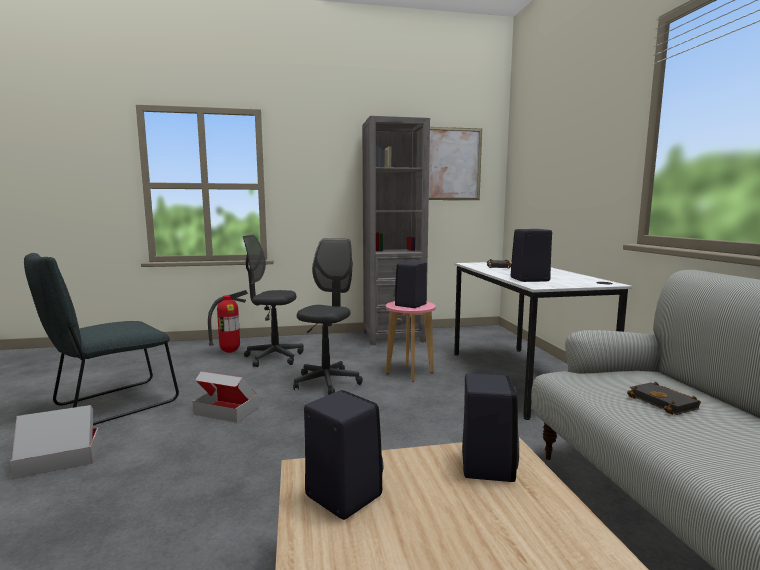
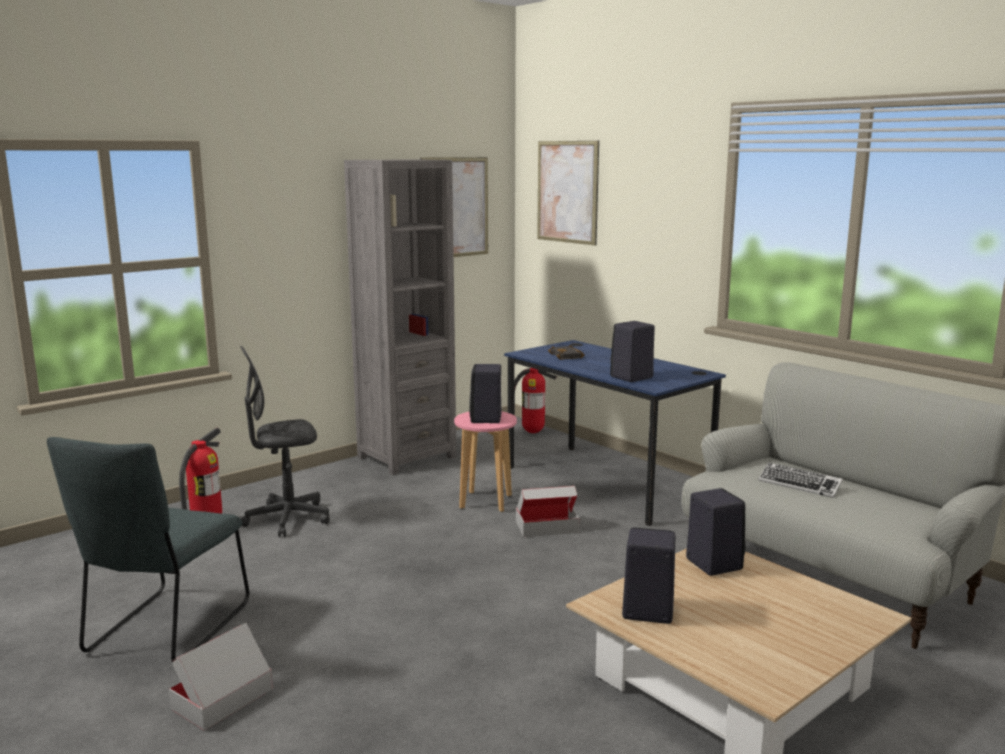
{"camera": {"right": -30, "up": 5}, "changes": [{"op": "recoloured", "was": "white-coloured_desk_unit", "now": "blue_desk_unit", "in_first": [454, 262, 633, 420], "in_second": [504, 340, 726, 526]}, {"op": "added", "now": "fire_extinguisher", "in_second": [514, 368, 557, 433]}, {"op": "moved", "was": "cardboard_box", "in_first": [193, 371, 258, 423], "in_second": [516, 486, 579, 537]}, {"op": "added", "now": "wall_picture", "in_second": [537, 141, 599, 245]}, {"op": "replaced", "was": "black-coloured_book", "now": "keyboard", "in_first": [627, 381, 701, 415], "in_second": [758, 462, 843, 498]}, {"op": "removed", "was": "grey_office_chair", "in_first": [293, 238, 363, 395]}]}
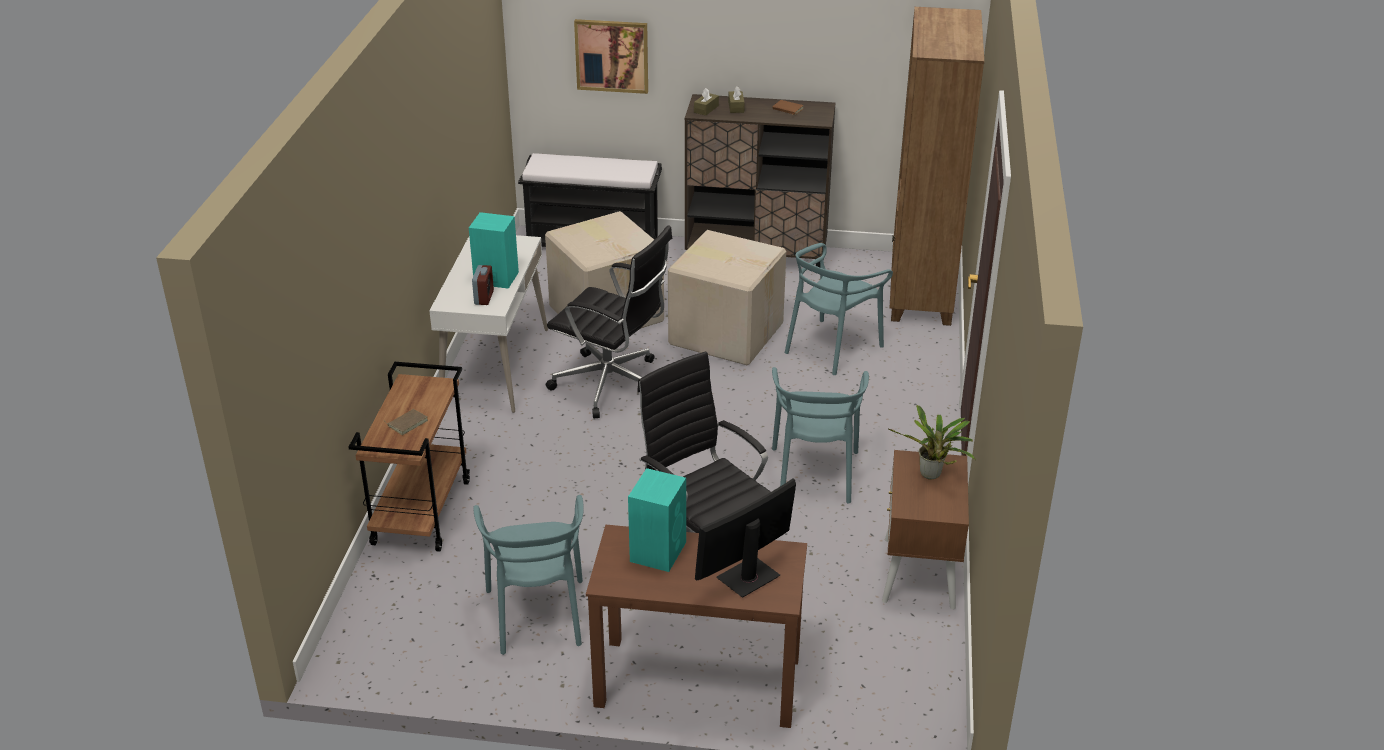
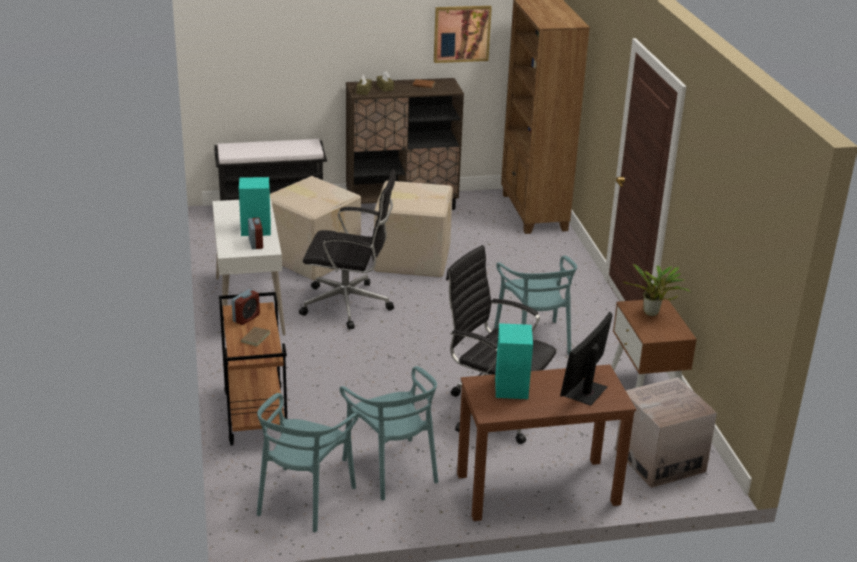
{"camera": {"right": -20, "up": -5}, "changes": [{"op": "added", "now": "bedside_clock", "in_second": [232, 289, 260, 325]}, {"op": "moved", "was": "turquoise-coloured_upright_chair", "in_first": [785, 243, 893, 375], "in_second": [257, 393, 359, 532]}, {"op": "moved", "was": "wall_picture", "in_first": [574, 19, 648, 94], "in_second": [434, 6, 492, 63]}, {"op": "added", "now": "cardboard_box", "in_second": [615, 377, 717, 488]}]}
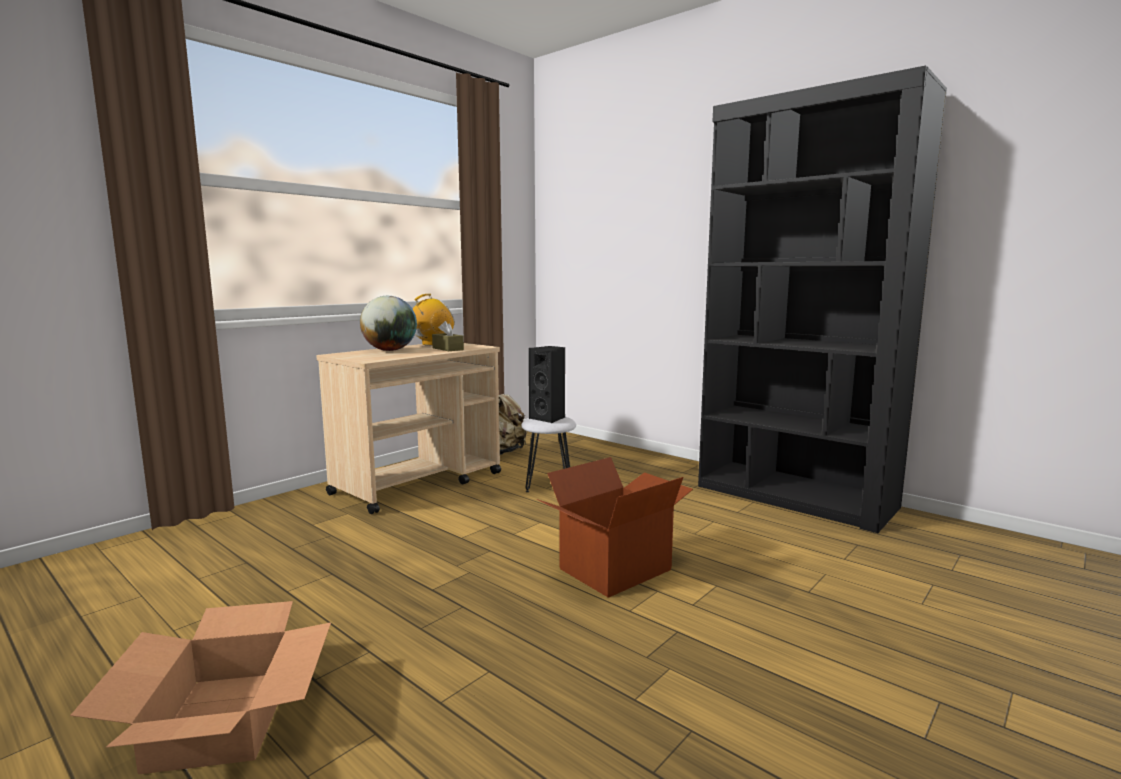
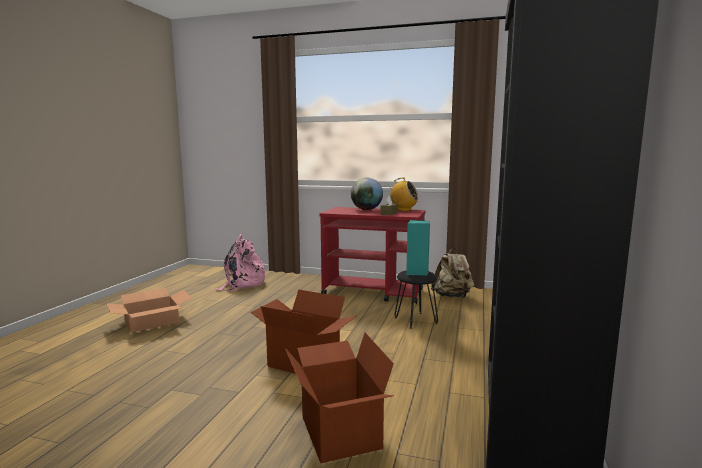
{"camera": {"right": 65, "up": 0}, "changes": [{"op": "added", "now": "pinkish_rucksack", "in_second": [215, 234, 266, 291]}, {"op": "added", "now": "cardboard_box", "in_second": [284, 333, 394, 464]}, {"op": "recoloured", "was": "sand-coloured_cart", "now": "reddish_cart", "in_first": [316, 343, 501, 514], "in_second": [319, 207, 426, 304]}, {"op": "recoloured", "was": "white-coloured_sitting_stool", "now": "black-coloured_sitting_stool", "in_first": [521, 417, 576, 492], "in_second": [394, 270, 438, 329]}, {"op": "recoloured", "was": "black-coloured_speaker", "now": "turquoise-coloured_speaker", "in_first": [529, 346, 565, 423], "in_second": [406, 220, 430, 275]}]}
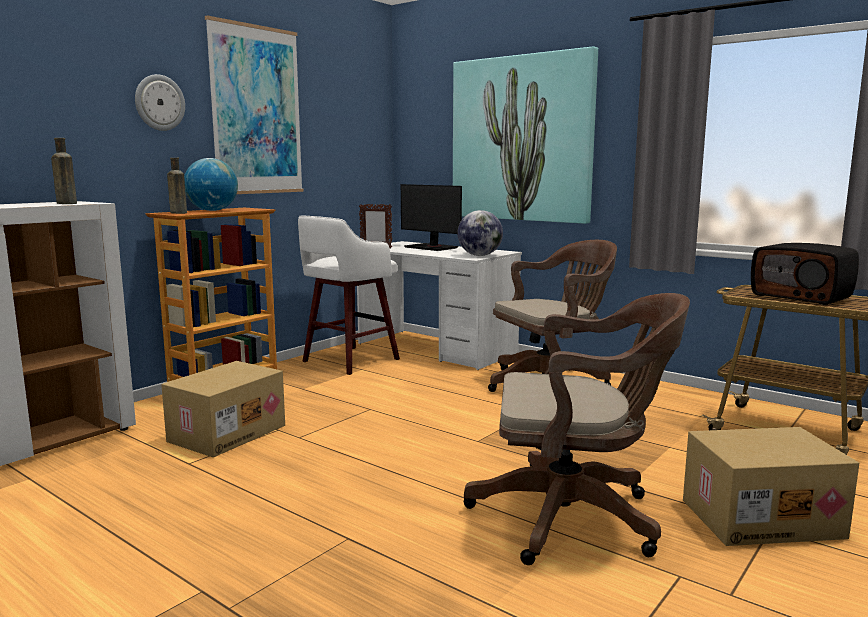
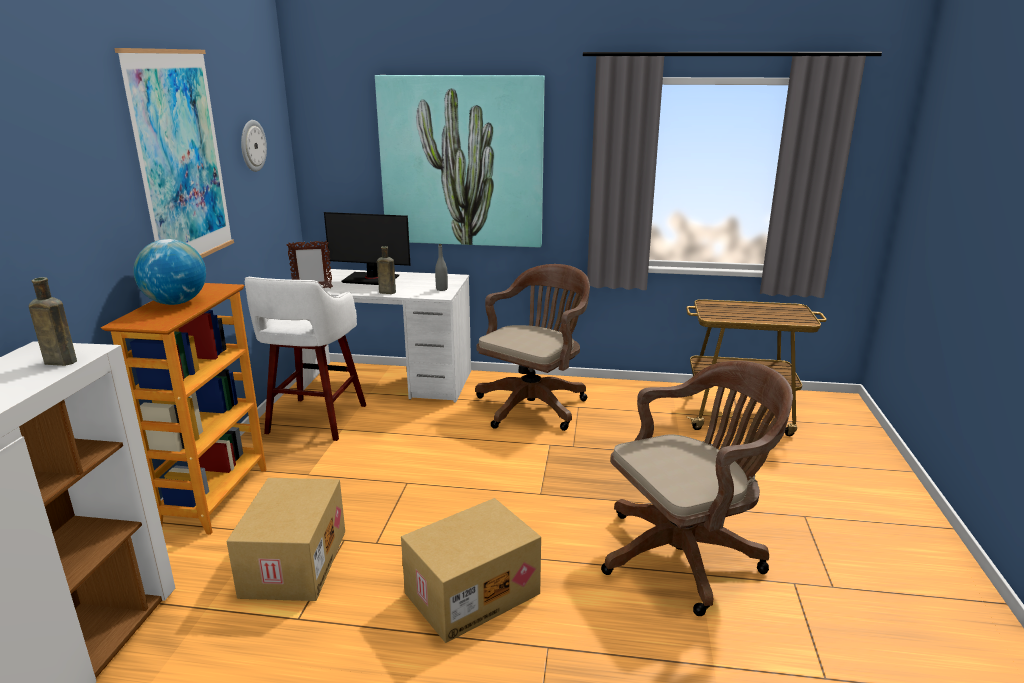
{"camera": {"right": -30, "up": 10}, "changes": [{"op": "moved", "was": "wall_clock", "in_first": [135, 74, 185, 131], "in_second": [241, 120, 267, 172]}, {"op": "moved", "was": "brown_drink_bottle", "in_first": [167, 158, 187, 214], "in_second": [377, 246, 396, 294]}, {"op": "moved", "was": "cardboard_box", "in_first": [683, 427, 859, 546], "in_second": [401, 498, 541, 643]}, {"op": "replaced", "was": "world_globe", "now": "grey_drink_bottle", "in_first": [457, 210, 503, 256], "in_second": [435, 244, 448, 291]}, {"op": "removed", "was": "radio_receiver", "in_first": [751, 243, 859, 305]}]}
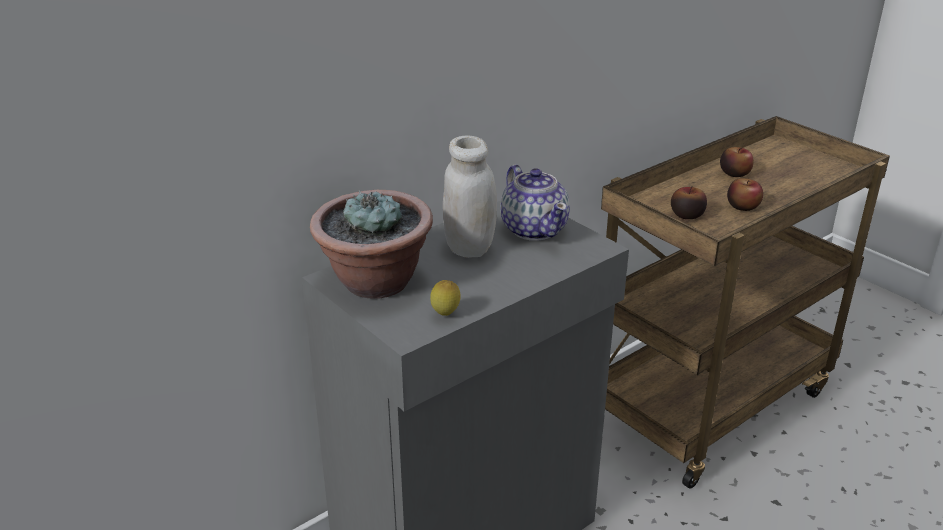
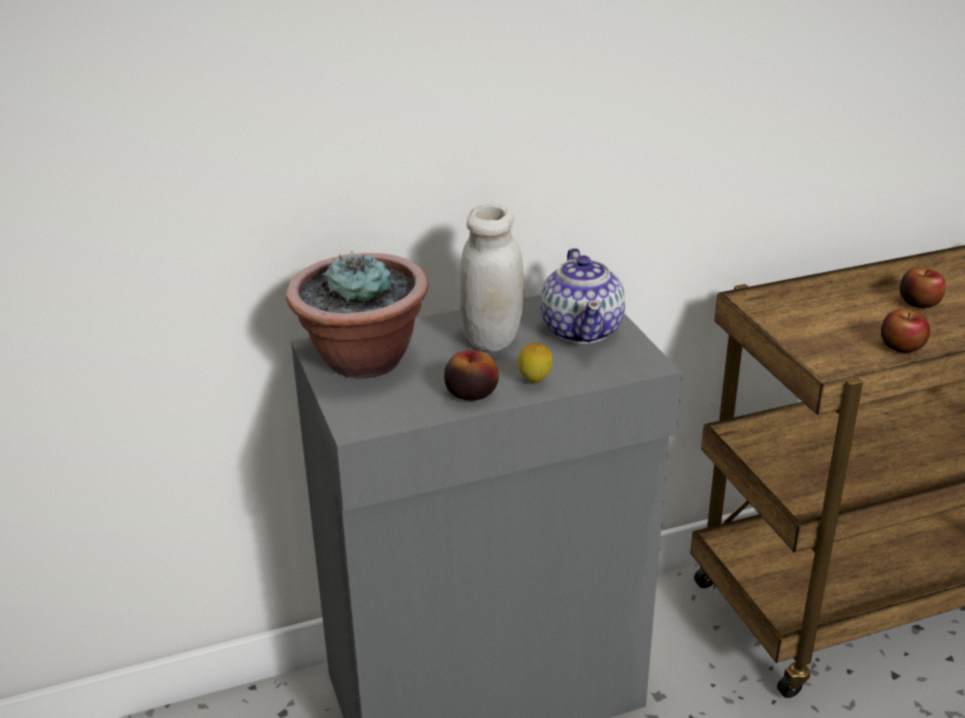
{"camera": {"right": 20, "up": 0}, "changes": [{"op": "moved", "was": "apple", "in_first": [671, 186, 707, 219], "in_second": [444, 350, 499, 401]}, {"op": "moved", "was": "citrus_fruit", "in_first": [430, 280, 461, 316], "in_second": [518, 342, 552, 383]}]}
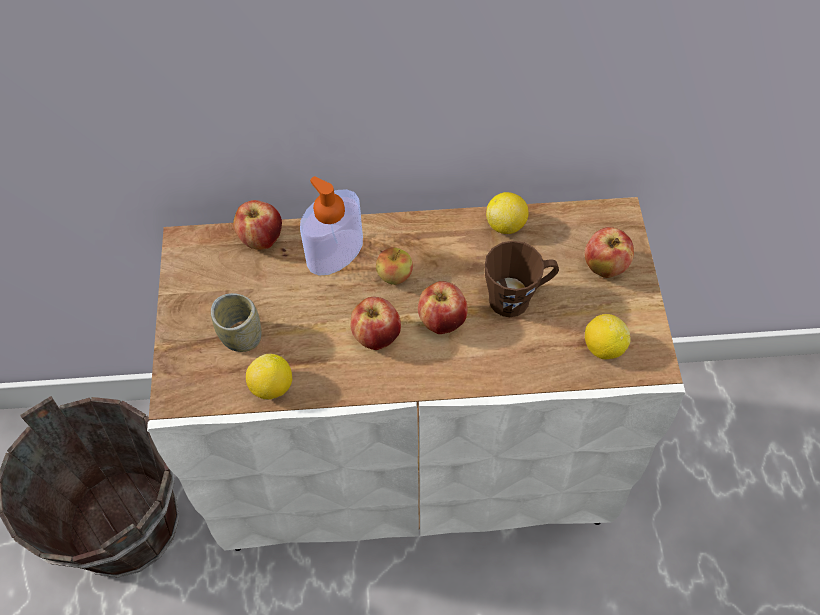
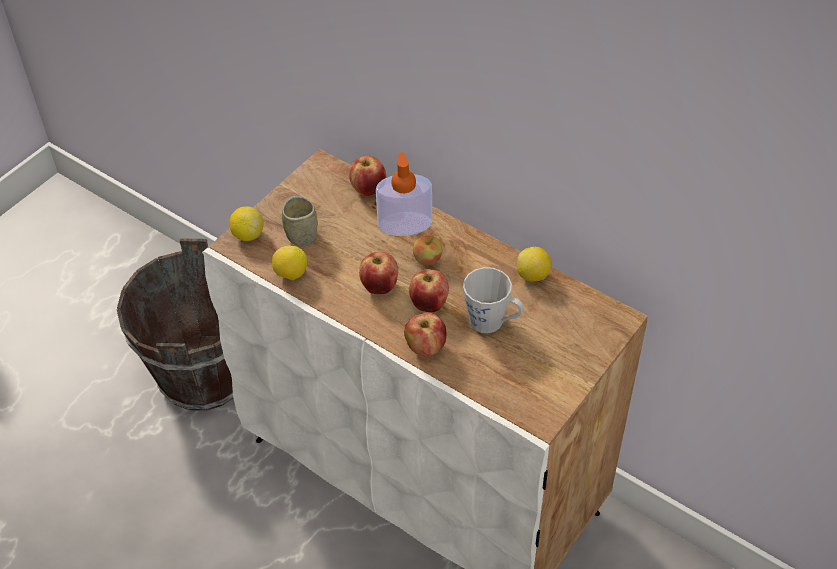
{"camera": {"right": 40, "up": -10}, "changes": [{"op": "moved", "was": "citrus_fruit", "in_first": [585, 314, 631, 359], "in_second": [230, 207, 264, 241]}, {"op": "moved", "was": "apple", "in_first": [585, 227, 634, 278], "in_second": [404, 313, 446, 357]}, {"op": "recoloured", "was": "brown_tea_mug", "now": "grey_tea_mug", "in_first": [484, 241, 559, 317], "in_second": [463, 267, 523, 333]}]}
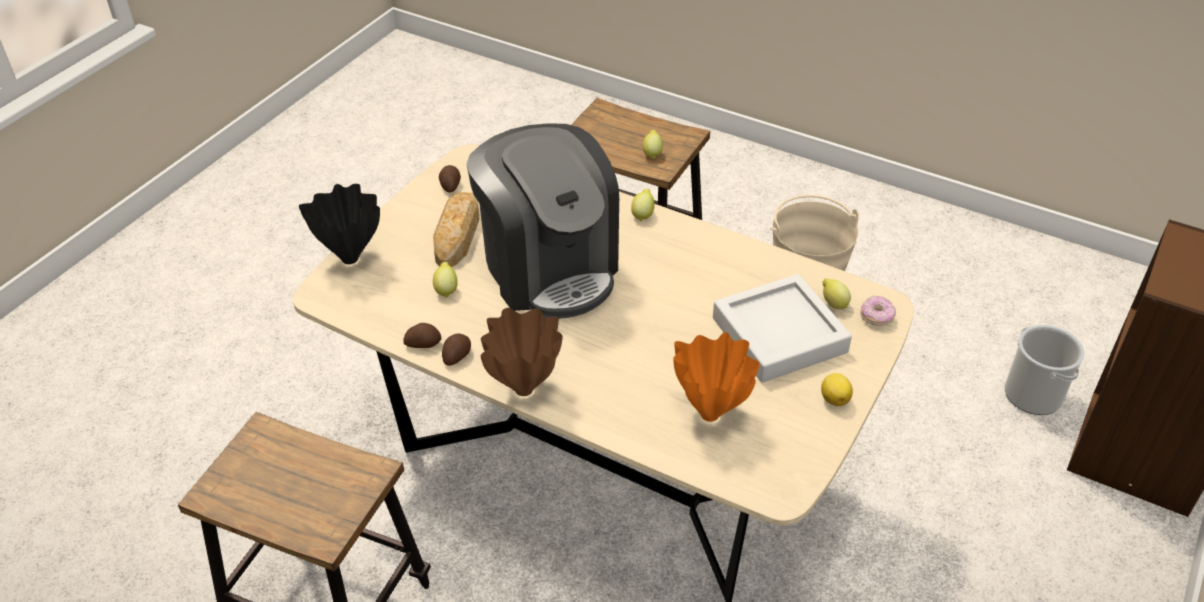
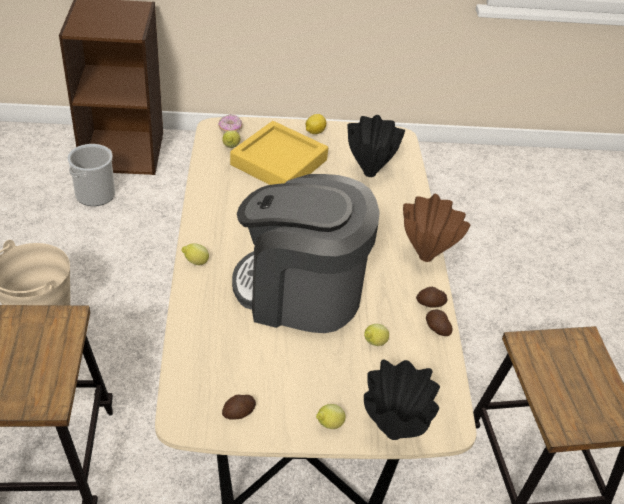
{"camera": {"right": -125, "up": 0}, "changes": [{"op": "recoloured", "was": "grey_tray", "now": "yellow_tray", "in_first": [713, 274, 852, 382], "in_second": [230, 121, 328, 185]}, {"op": "turned", "was": "coffee_brewer", "in_first": [467, 123, 619, 319], "in_second": [232, 174, 380, 333], "clockwise": -105}, {"op": "moved", "was": "citrus_fruit", "in_first": [643, 130, 663, 159], "in_second": [316, 404, 345, 429]}, {"op": "recoloured", "was": "orange-coloured_decorative_vase", "now": "black-coloured_decorative_vase", "in_first": [673, 332, 760, 422], "in_second": [348, 115, 405, 177]}, {"op": "removed", "was": "bread", "in_first": [433, 192, 479, 267]}]}
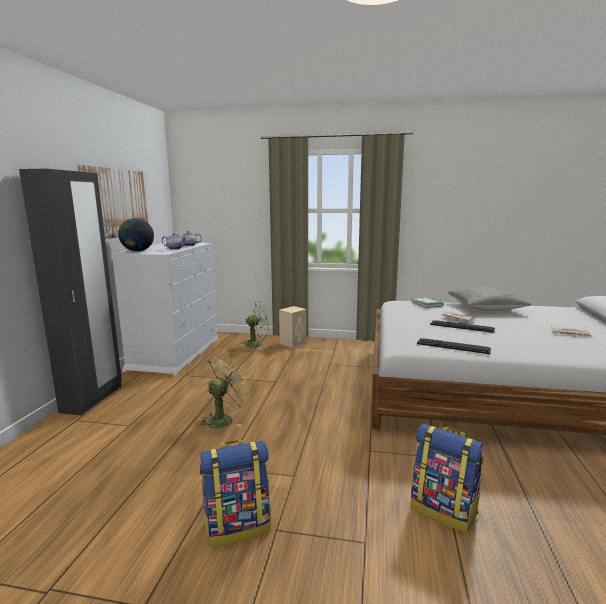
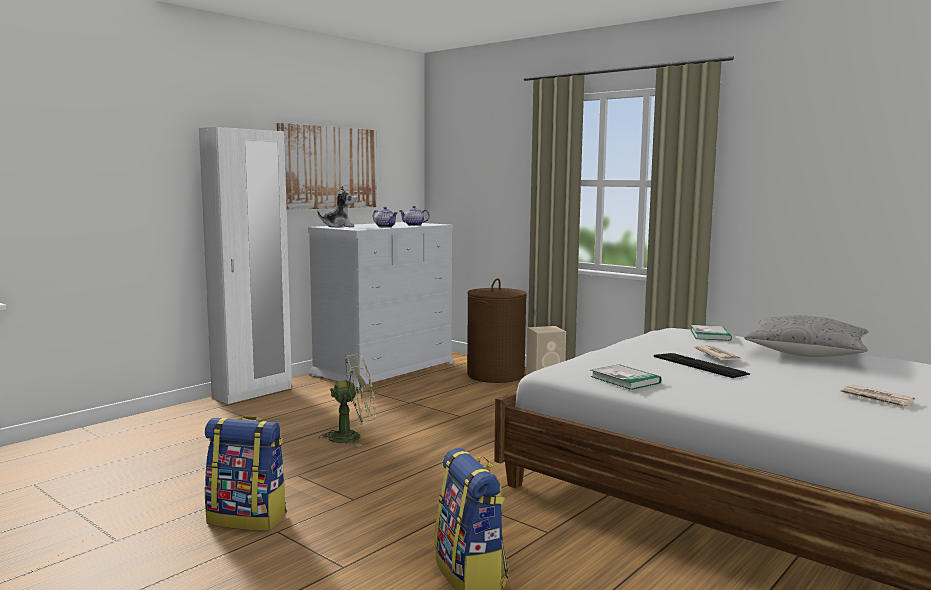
{"camera": {"right": 30, "up": -5}, "changes": [{"op": "recoloured", "was": "black-coloured_armoire", "now": "white-coloured_armoire", "in_first": [19, 169, 122, 415], "in_second": [199, 127, 292, 404]}, {"op": "replaced", "was": "world_globe", "now": "plush_toy", "in_first": [118, 218, 154, 252], "in_second": [317, 186, 357, 228]}, {"op": "replaced", "was": "greenish_electric_fan", "now": "brown_washing_basket", "in_first": [241, 301, 269, 349], "in_second": [467, 278, 527, 383]}, {"op": "replaced", "was": "keyboard", "now": "book", "in_first": [417, 338, 491, 354], "in_second": [590, 364, 661, 390]}]}
